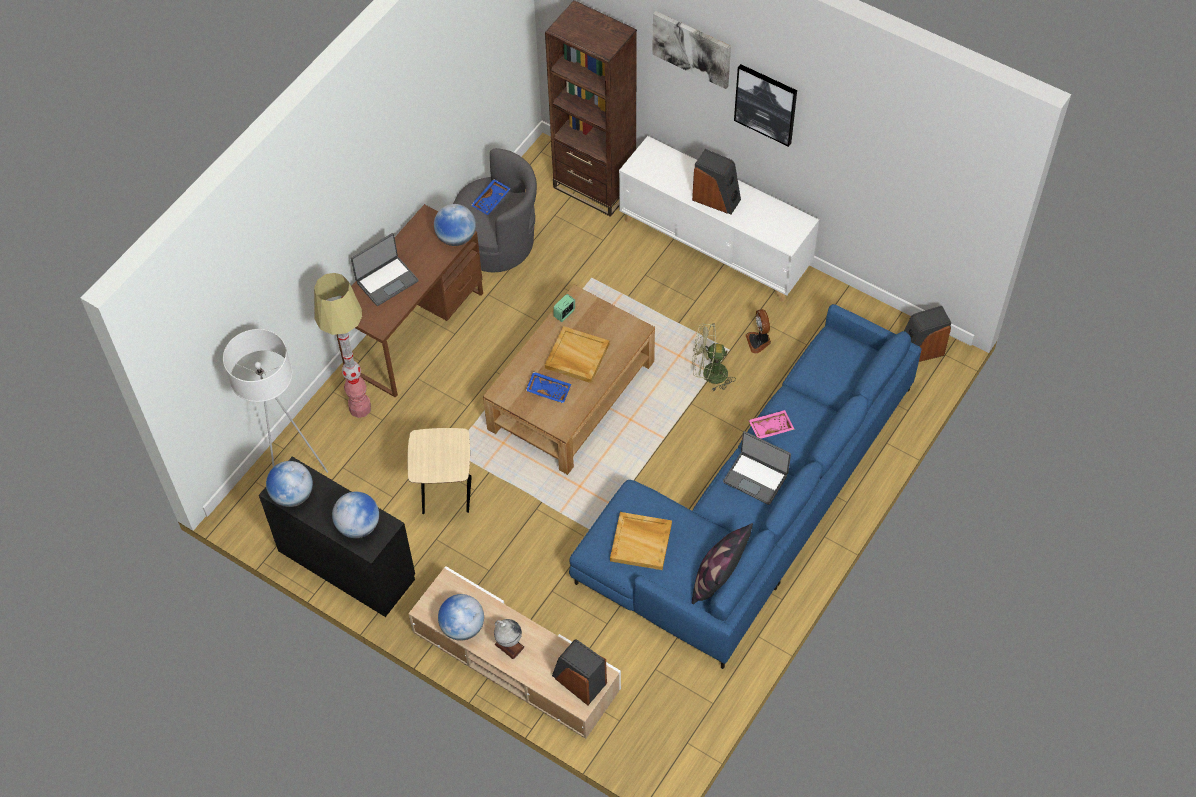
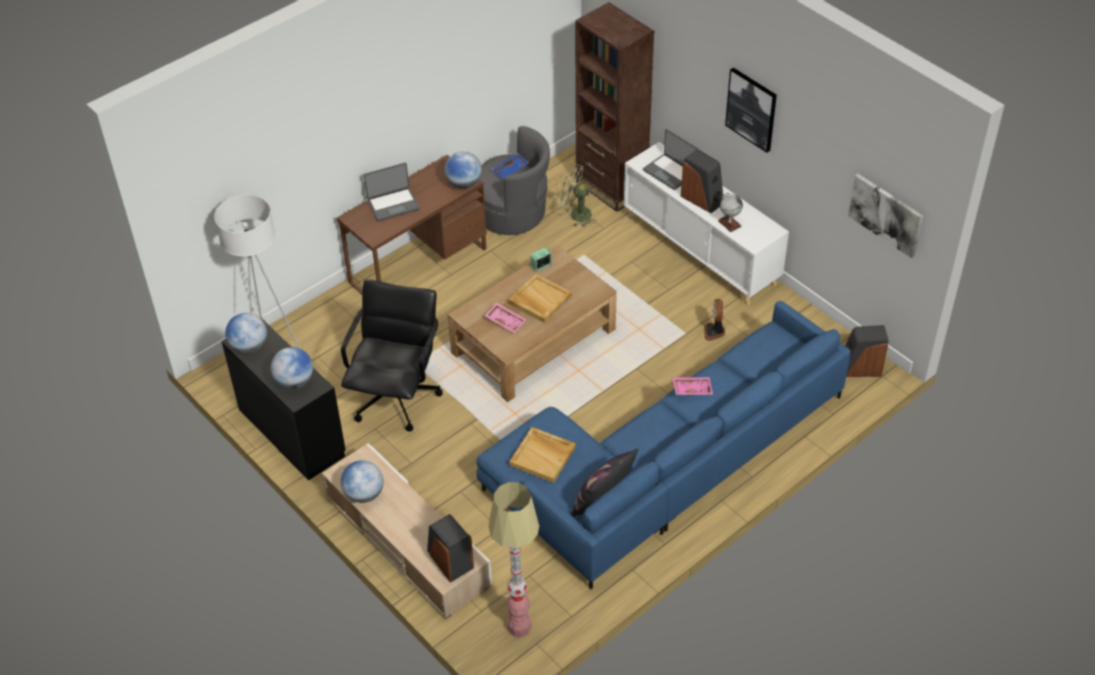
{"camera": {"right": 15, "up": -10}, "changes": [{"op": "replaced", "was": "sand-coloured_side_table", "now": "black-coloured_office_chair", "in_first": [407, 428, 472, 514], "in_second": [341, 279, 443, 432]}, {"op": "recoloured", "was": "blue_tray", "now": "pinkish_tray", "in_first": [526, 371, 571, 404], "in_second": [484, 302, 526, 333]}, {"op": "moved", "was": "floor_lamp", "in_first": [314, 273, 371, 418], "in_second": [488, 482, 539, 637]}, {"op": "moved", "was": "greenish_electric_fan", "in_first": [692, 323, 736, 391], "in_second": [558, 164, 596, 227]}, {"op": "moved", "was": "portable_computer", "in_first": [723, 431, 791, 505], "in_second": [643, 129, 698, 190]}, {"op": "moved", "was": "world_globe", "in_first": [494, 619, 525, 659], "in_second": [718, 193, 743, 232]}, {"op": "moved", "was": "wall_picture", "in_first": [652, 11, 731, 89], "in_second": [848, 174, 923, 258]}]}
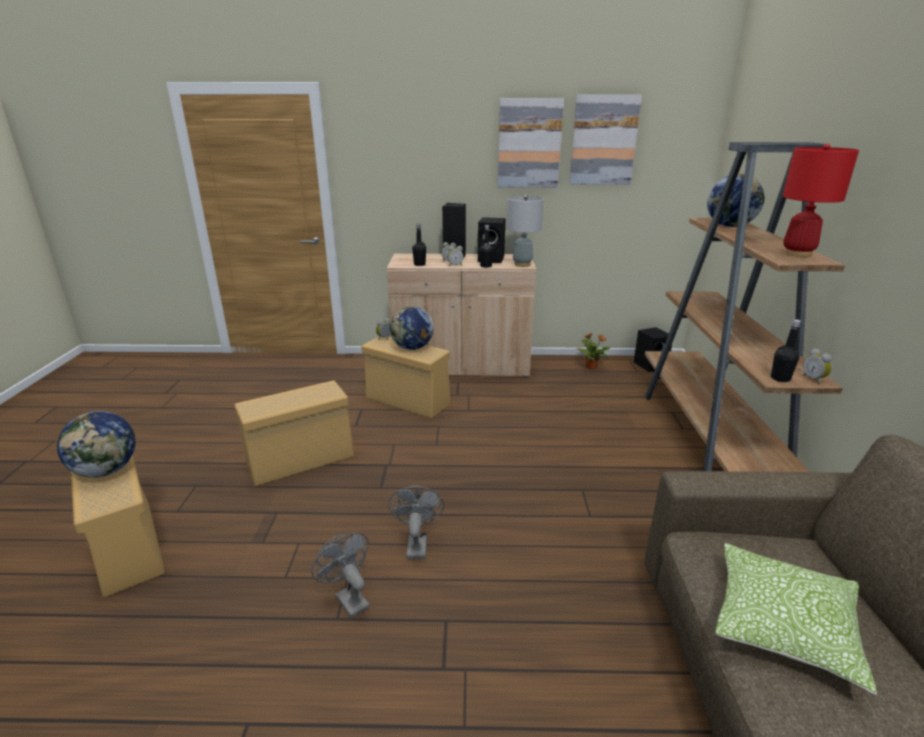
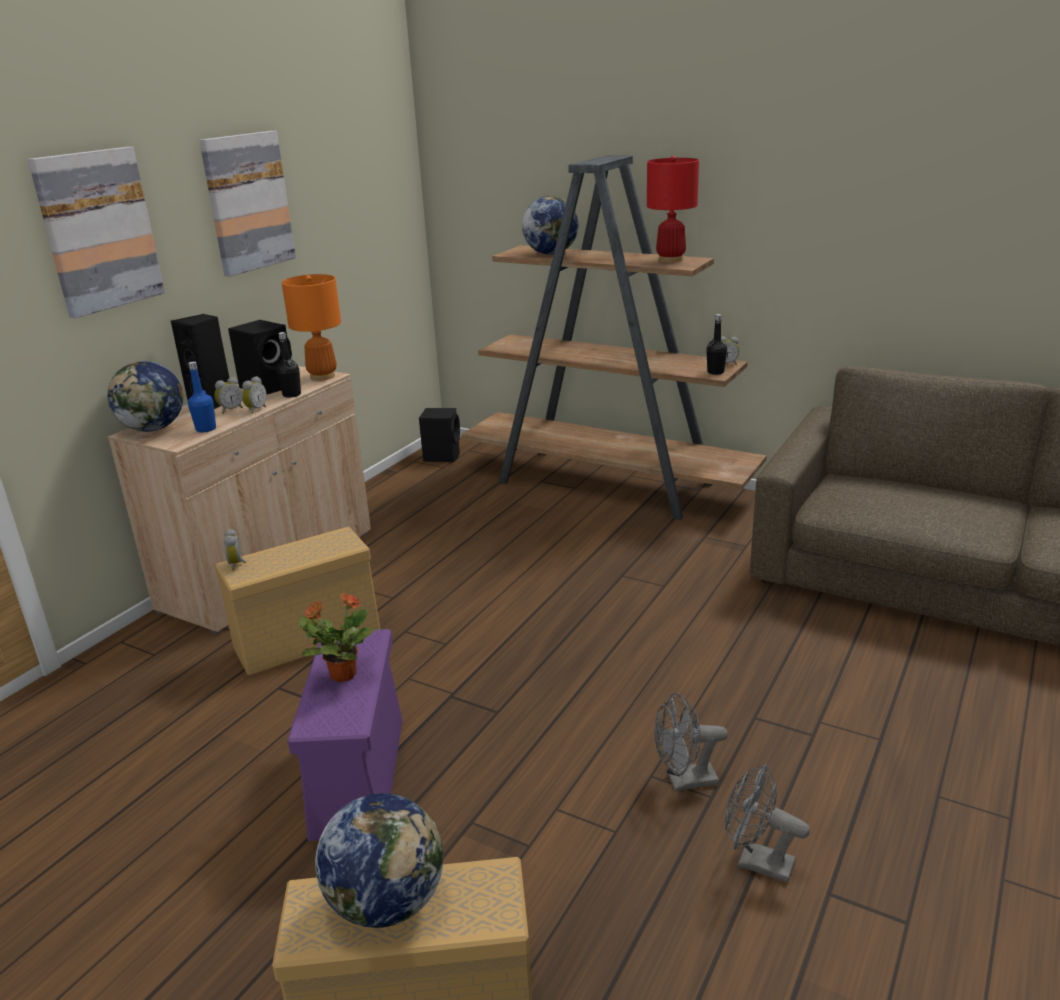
{"camera": {"right": -60, "up": 0}, "changes": [{"op": "moved", "was": "wall_picture", "in_first": [570, 95, 642, 185], "in_second": [28, 147, 165, 318]}, {"op": "moved", "was": "world_globe", "in_first": [390, 307, 434, 350], "in_second": [107, 361, 183, 432]}, {"op": "recoloured", "was": "black-coloured_drink_bottle", "now": "blue_drink_bottle", "in_first": [412, 224, 426, 266], "in_second": [188, 361, 216, 432]}, {"op": "recoloured", "was": "grey_lamp_for_a_table", "now": "orange-coloured_lamp_for_a_table", "in_first": [507, 195, 544, 267], "in_second": [282, 274, 341, 381]}, {"op": "recoloured", "was": "sand-coloured_storage_bin", "now": "purplish_storage_bin", "in_first": [235, 380, 354, 486], "in_second": [287, 629, 403, 841]}, {"op": "moved", "was": "plant_in_a_pot", "in_first": [577, 333, 611, 369], "in_second": [298, 593, 375, 682]}, {"op": "moved", "was": "grey_electric_fan", "in_first": [388, 485, 444, 559], "in_second": [725, 764, 810, 883]}, {"op": "removed", "was": "throw_pillow", "in_first": [715, 543, 877, 695]}]}
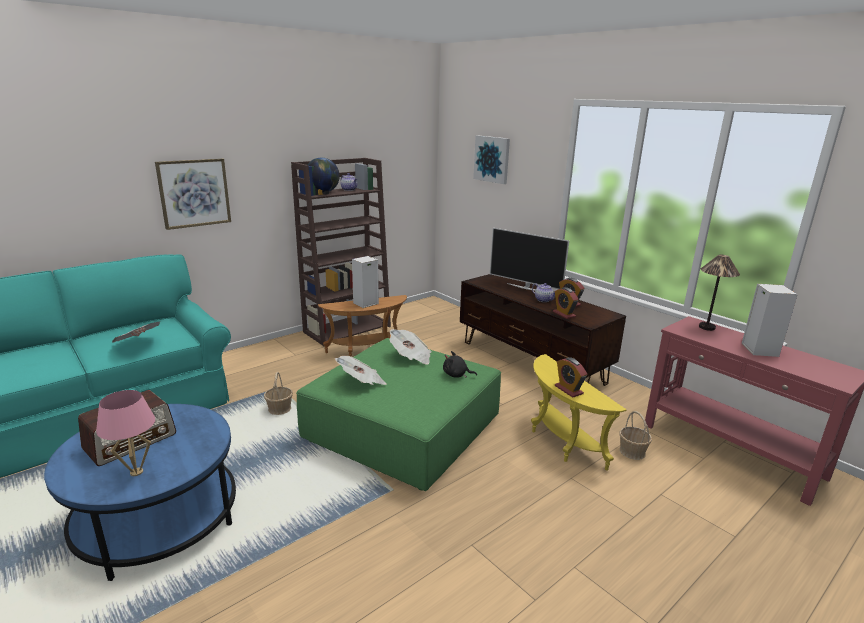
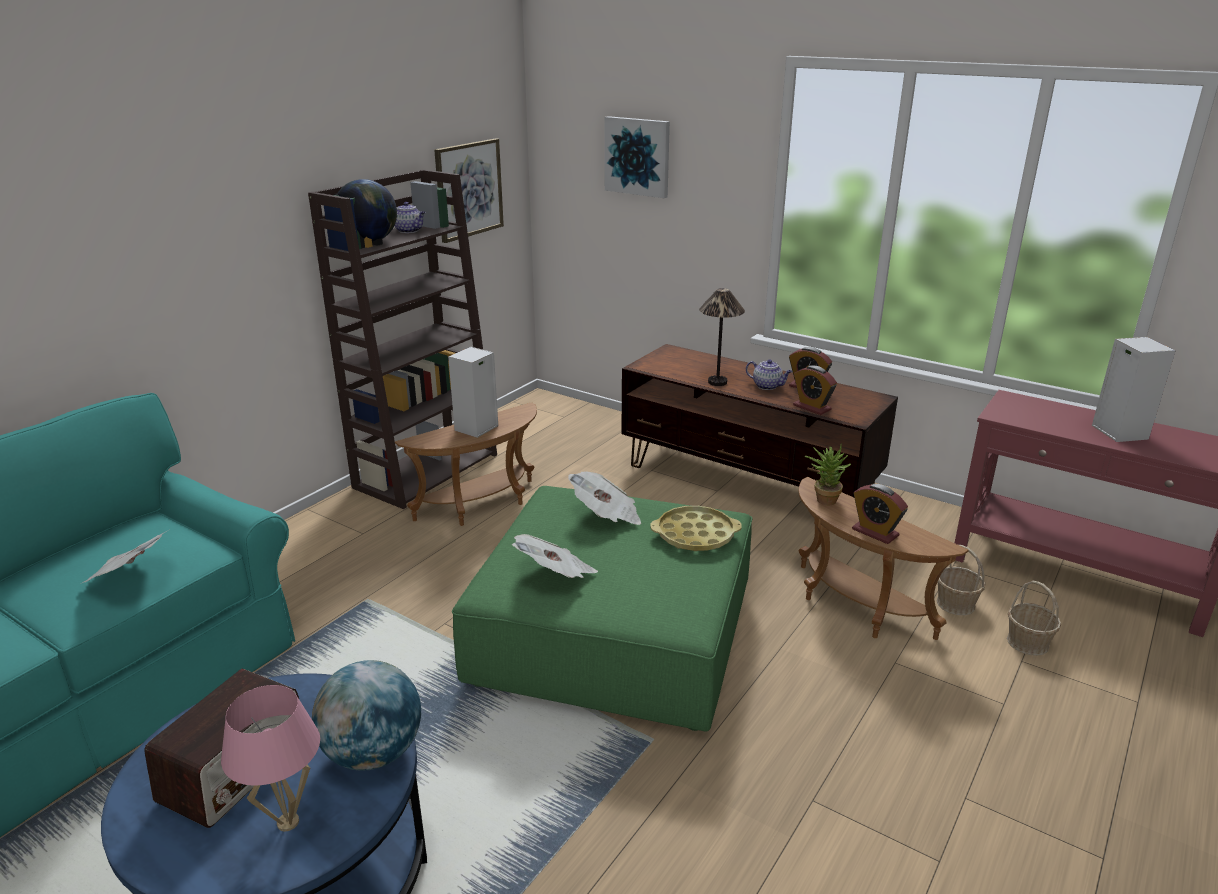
{"camera": {"right": -15, "up": 5}, "changes": [{"op": "added", "now": "world_globe", "in_second": [312, 660, 421, 771]}, {"op": "moved", "was": "wall_picture", "in_first": [155, 158, 231, 230], "in_second": [434, 138, 504, 243]}, {"op": "replaced", "was": "black-coloured_plush_toy", "now": "yellow_tray", "in_first": [443, 351, 477, 378], "in_second": [650, 506, 742, 551]}, {"op": "moved", "was": "lamp_for_a_table", "in_first": [699, 255, 740, 331], "in_second": [699, 288, 745, 386]}, {"op": "recoloured", "was": "yellow_side_table", "now": "brown_side_table", "in_first": [531, 354, 626, 470], "in_second": [799, 477, 969, 640]}, {"op": "added", "now": "plant_in_a_pot", "in_second": [805, 445, 851, 505]}, {"op": "moved", "was": "storage_basket", "in_first": [264, 372, 293, 415], "in_second": [1007, 581, 1061, 656]}, {"op": "removed", "was": "TV", "in_first": [490, 228, 569, 291]}]}
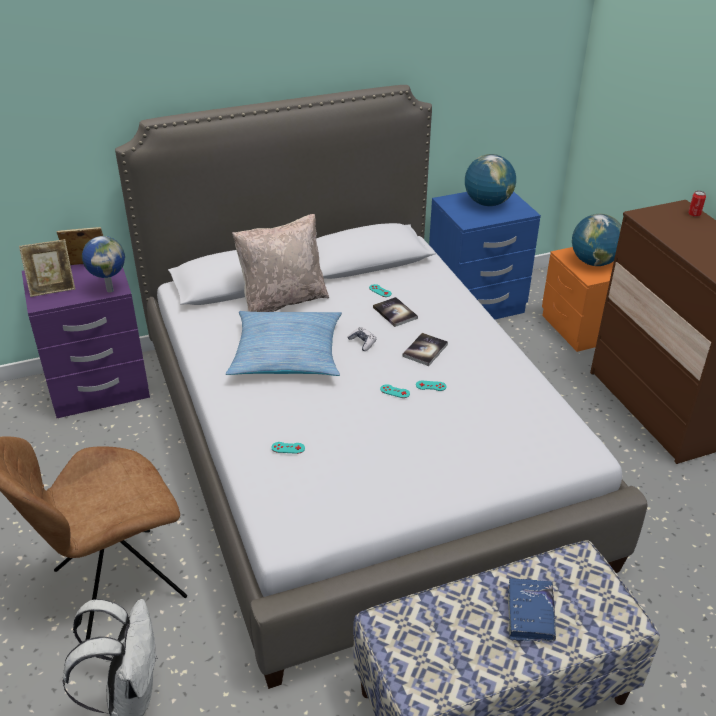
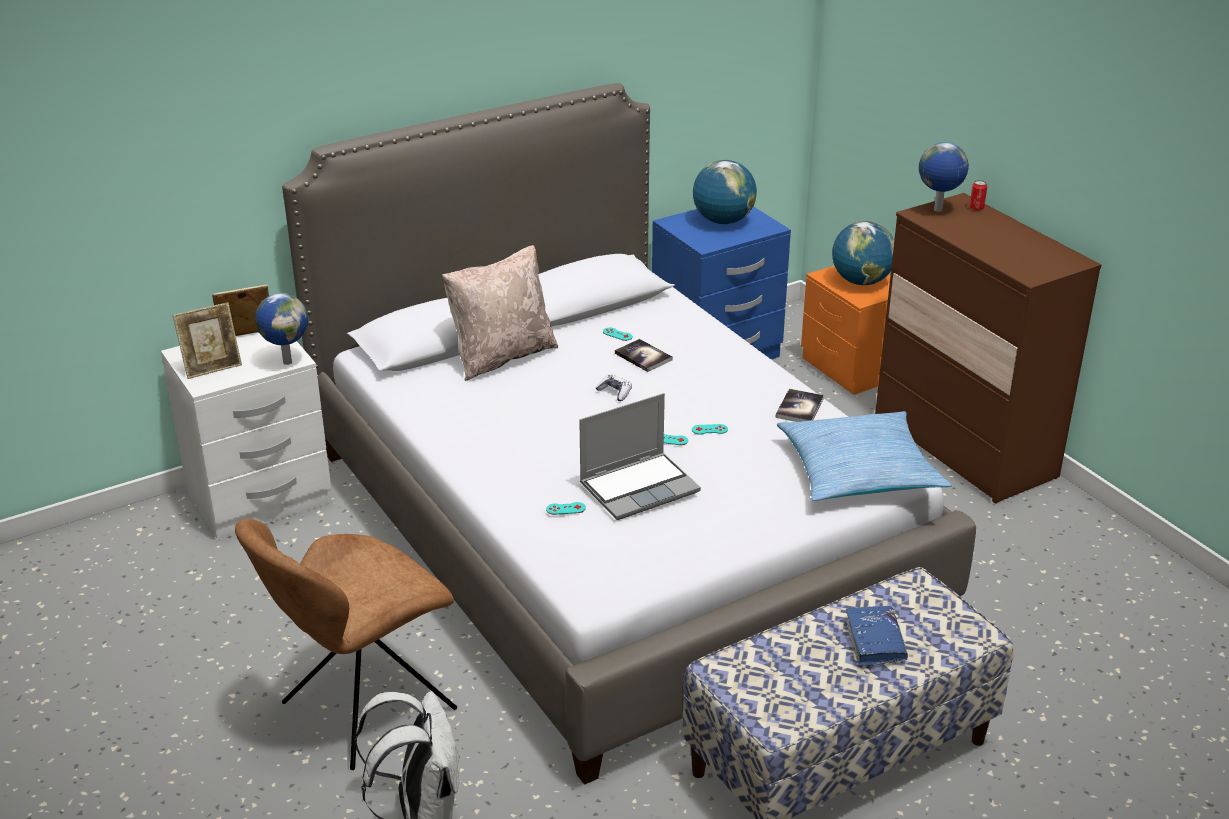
{"camera": {"right": -10, "up": -5}, "changes": [{"op": "recoloured", "was": "purplish_bedside_table", "now": "white-coloured_bedside_table", "in_first": [22, 264, 150, 418], "in_second": [161, 332, 332, 540]}, {"op": "added", "now": "portable_computer", "in_second": [579, 393, 701, 520]}, {"op": "moved", "was": "book", "in_first": [402, 333, 448, 366], "in_second": [775, 389, 824, 422]}, {"op": "moved", "was": "throw_pillow", "in_first": [226, 311, 342, 376], "in_second": [777, 411, 952, 501]}, {"op": "added", "now": "world_globe", "in_second": [919, 142, 969, 212]}]}
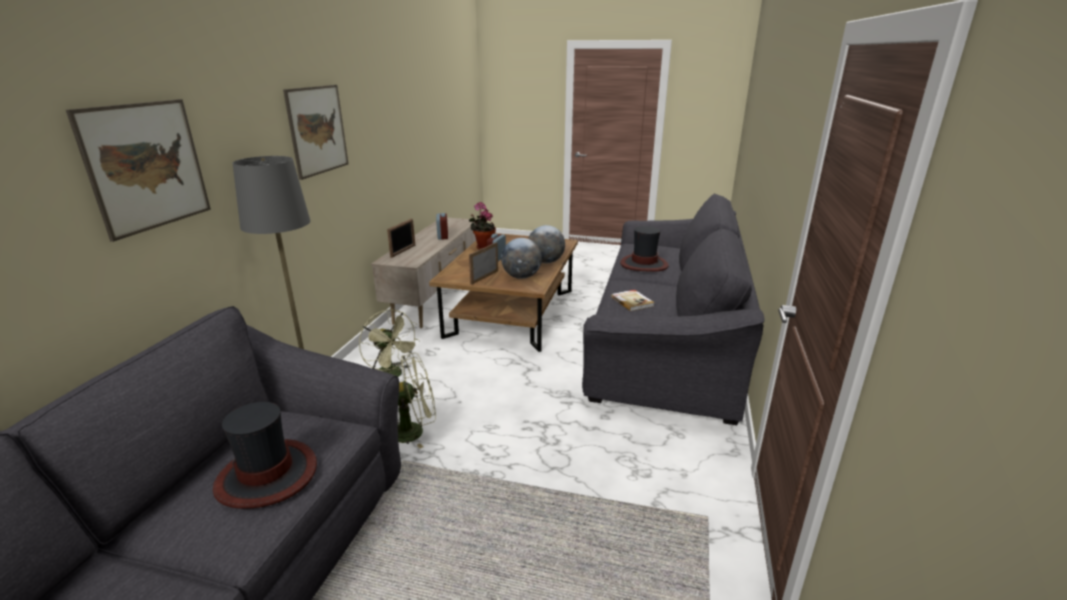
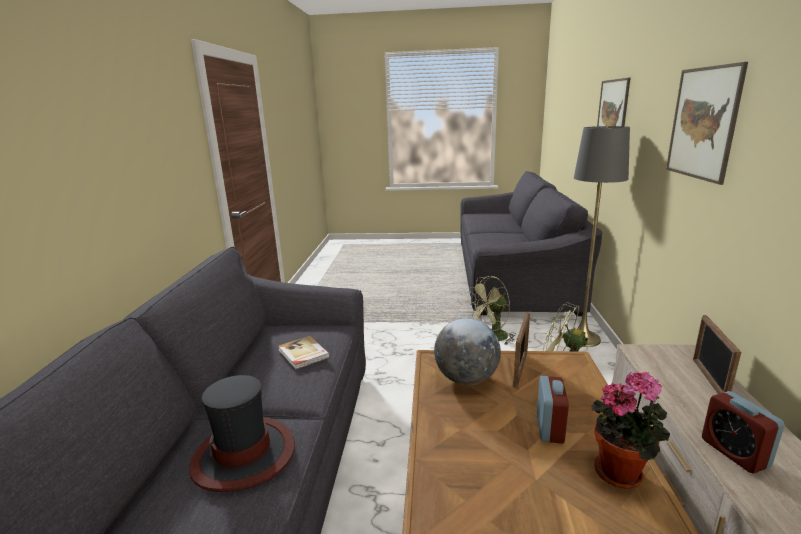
{"camera": {"right": 170, "up": -5}, "changes": [{"op": "removed", "was": "hat", "in_first": [213, 402, 317, 509]}, {"op": "removed", "was": "world_globe", "in_first": [528, 225, 565, 263]}]}
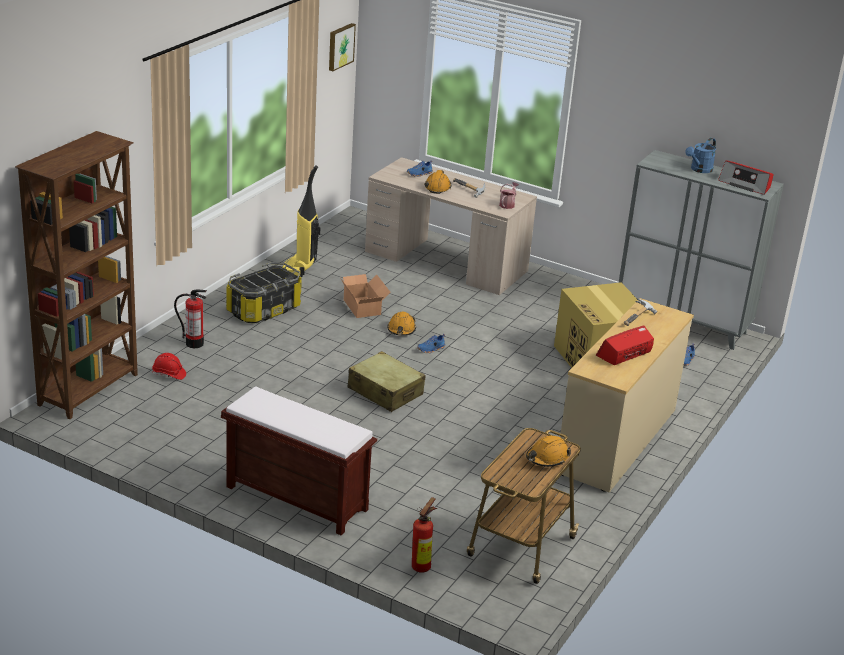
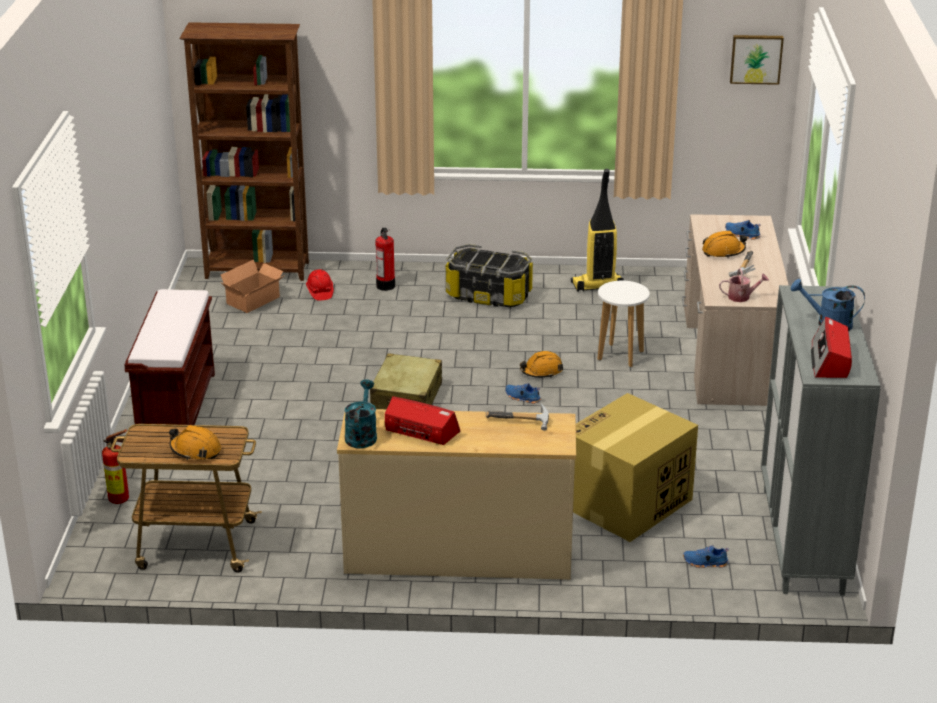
{"camera": {"right": 65, "up": 0}, "changes": [{"op": "moved", "was": "cardboard_box", "in_first": [341, 274, 390, 318], "in_second": [221, 259, 285, 313]}, {"op": "added", "now": "turquoise-coloured_watering_can", "in_second": [344, 379, 377, 448]}, {"op": "added", "now": "white-coloured_sitting_stool", "in_second": [597, 281, 650, 367]}]}
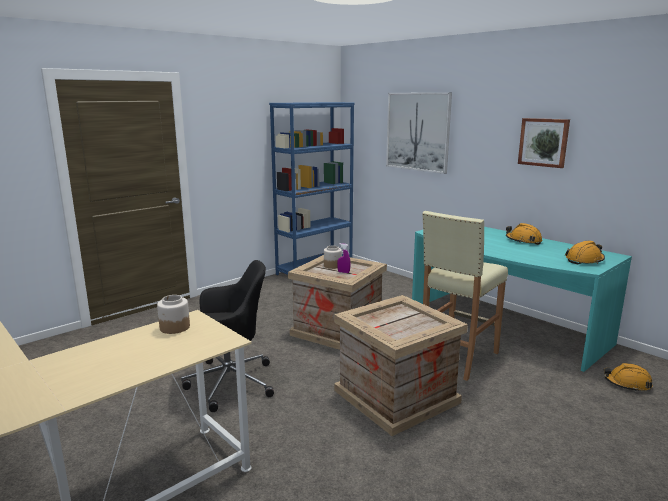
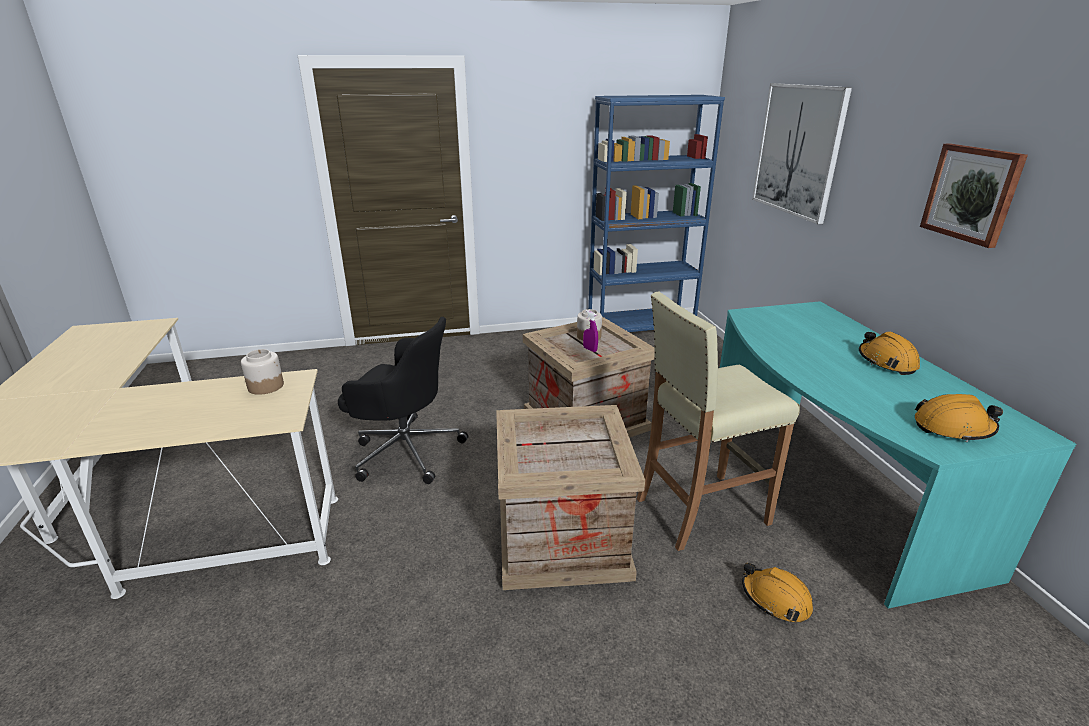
{"camera": {"right": 30, "up": 10}, "changes": [{"op": "moved", "was": "orange-coloured_hard_hat", "in_first": [604, 363, 653, 392], "in_second": [742, 563, 813, 622]}]}
